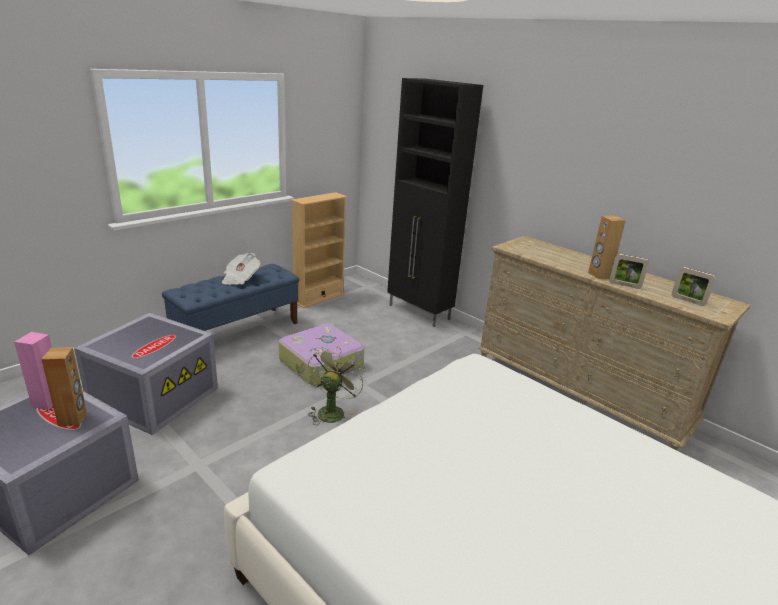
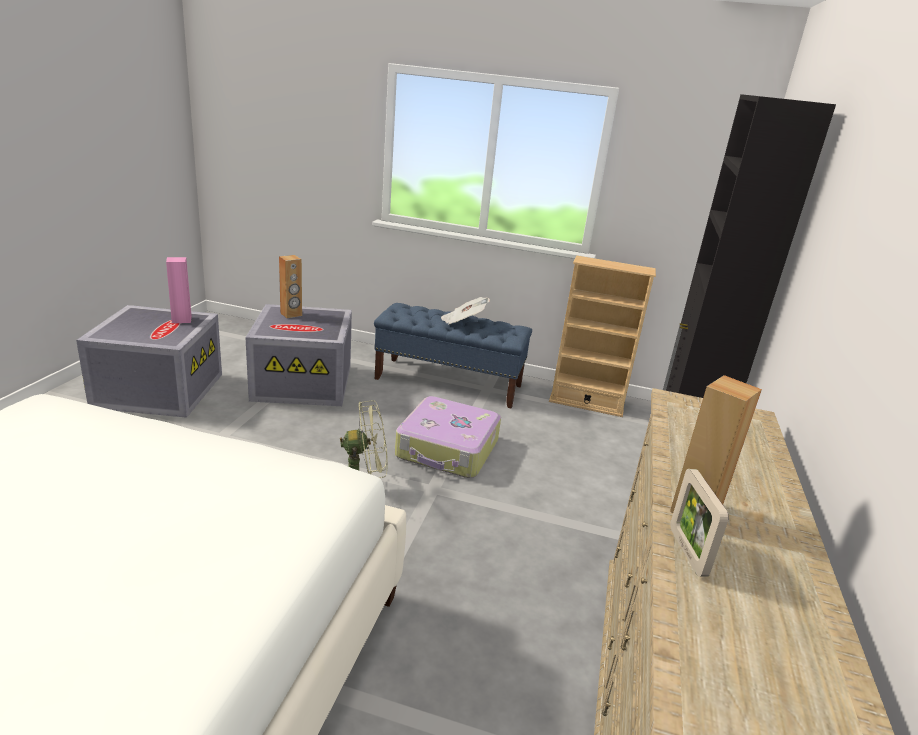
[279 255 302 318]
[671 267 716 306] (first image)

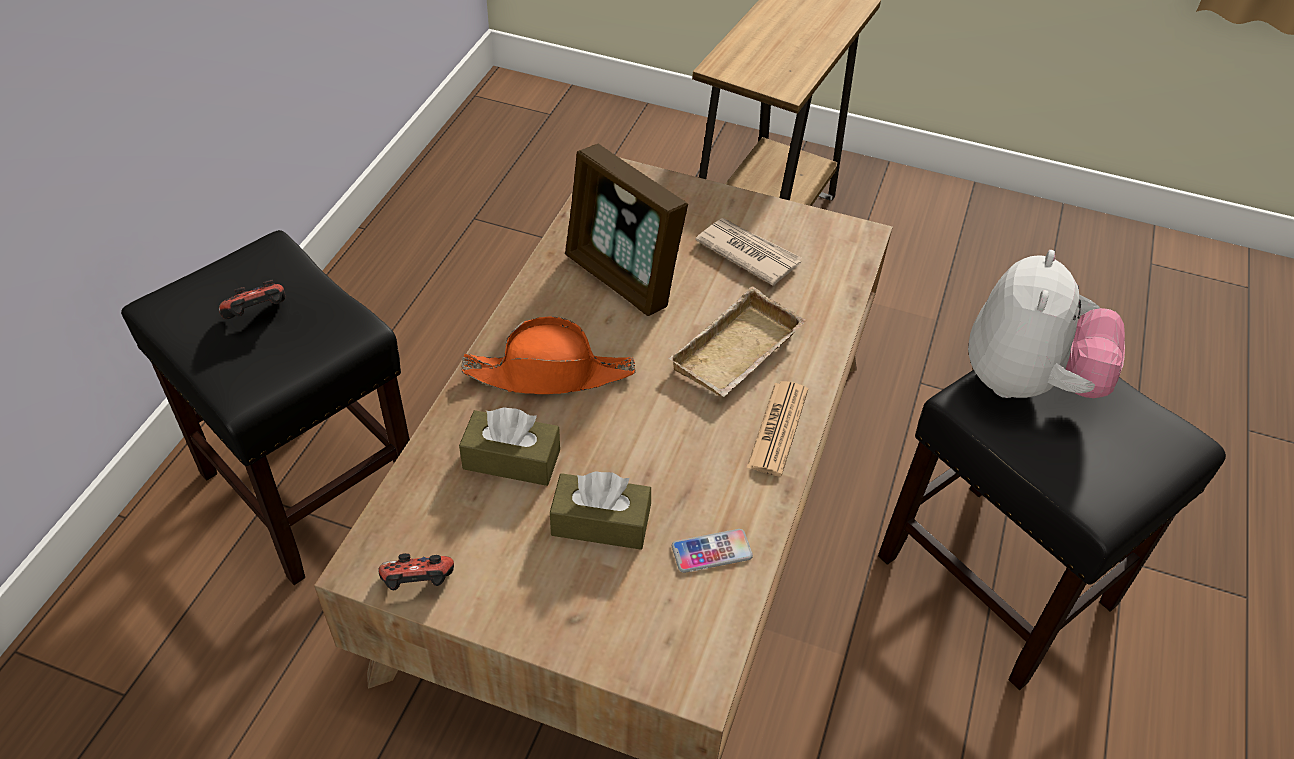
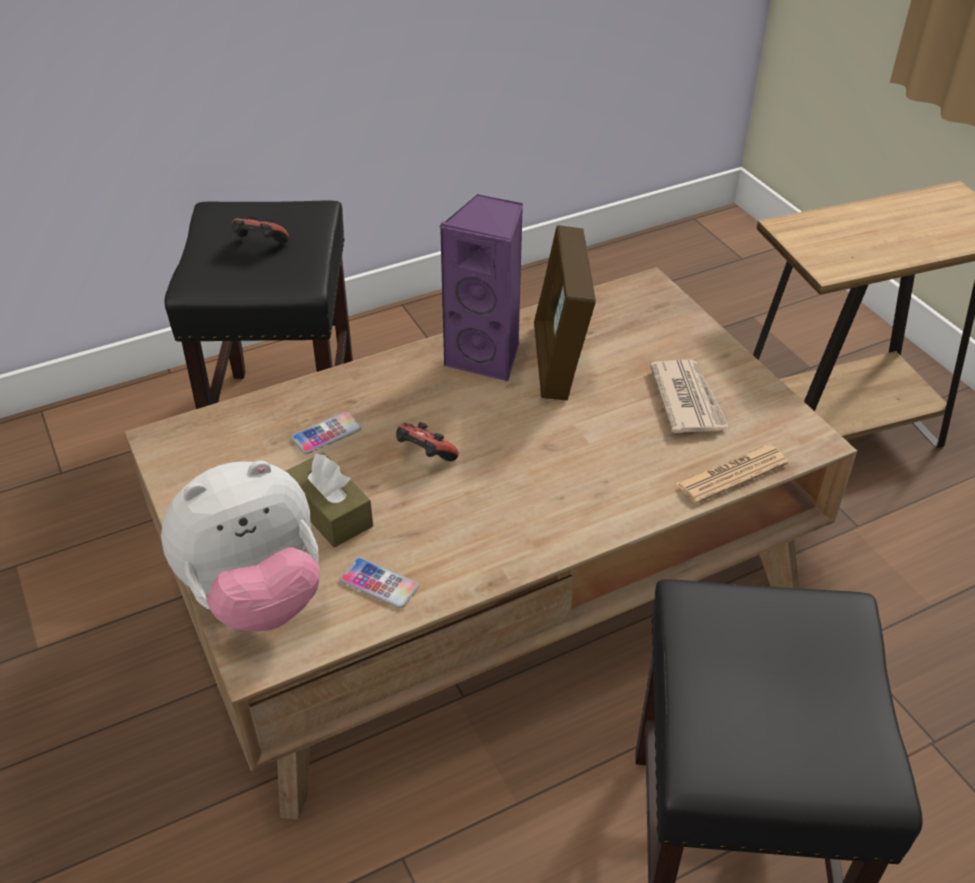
[396 422 459 461]
[291 412 361 454]
[461 316 635 394] (first image)
[668 286 807 397] (first image)
[675 445 788 504]
[161 460 320 631]
[439 193 523 381]

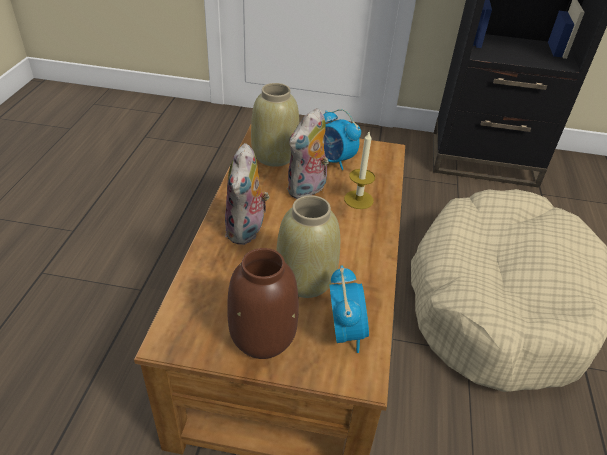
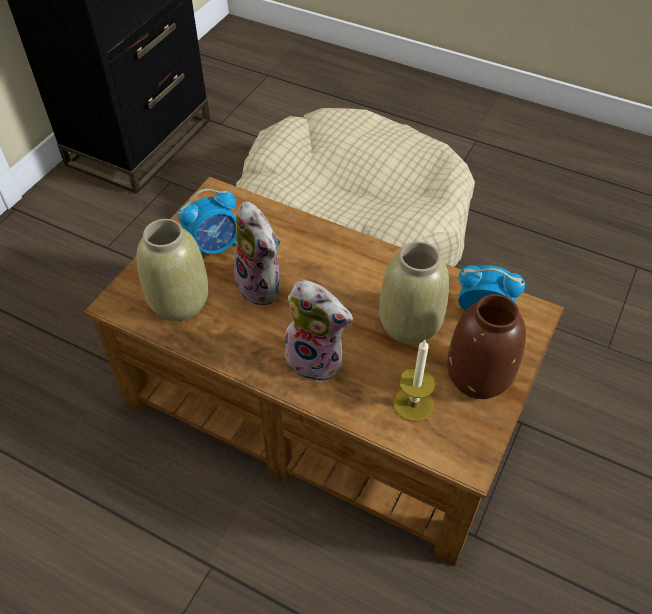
[393 340 436 422]

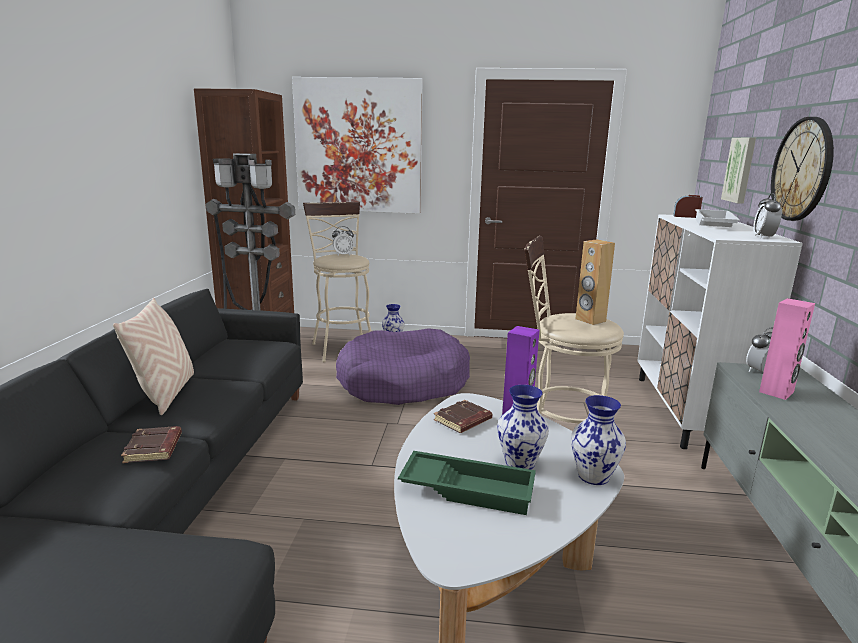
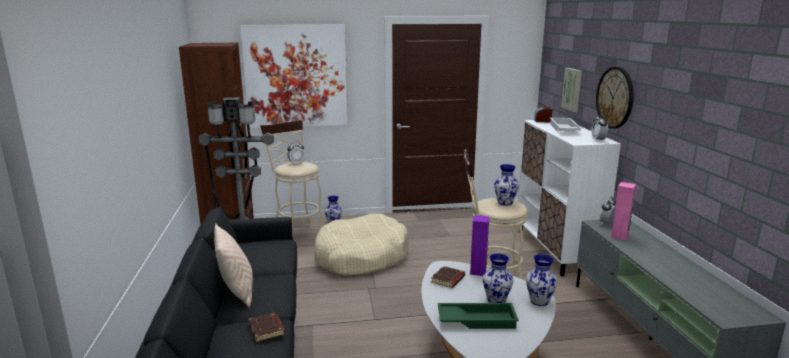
[314 214 409 276]
[494 164 519 205]

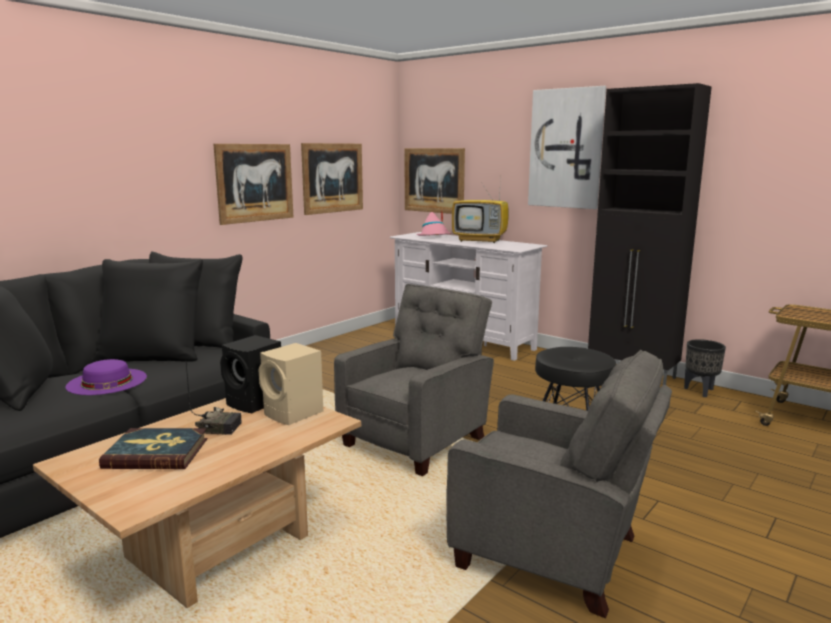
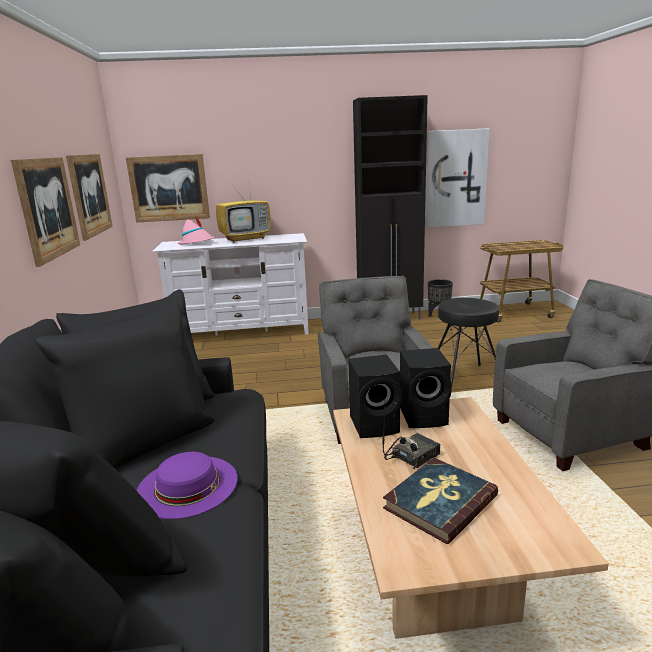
[400 348 451 428]
[426 128 490 228]

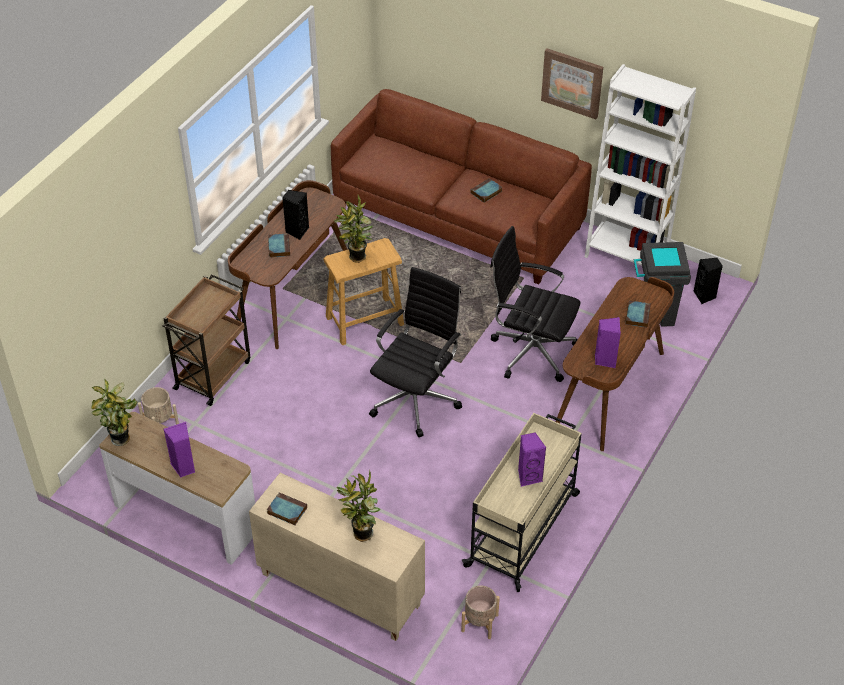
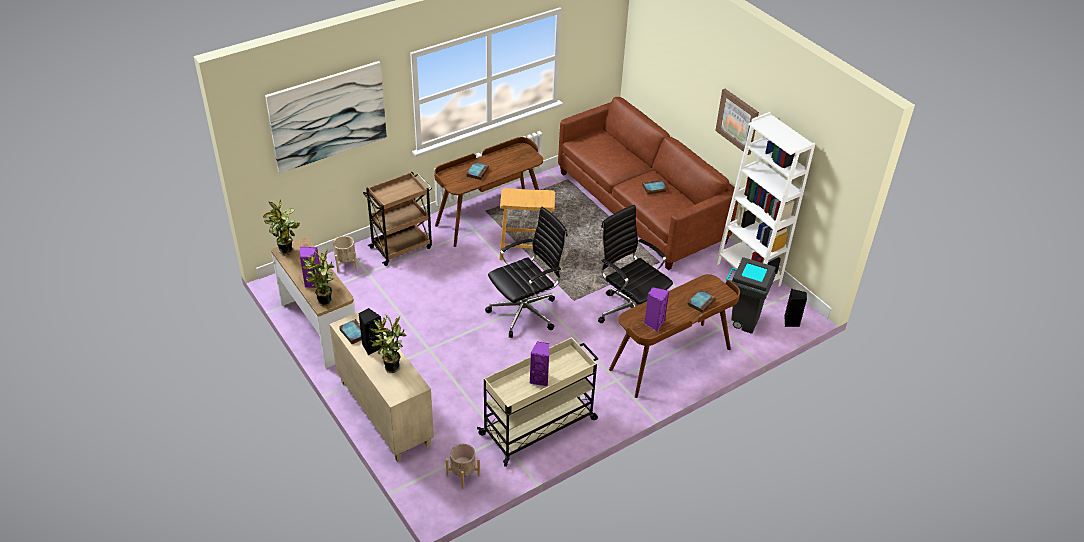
[358 308 383 355]
[302 250 335 306]
[265 61 387 173]

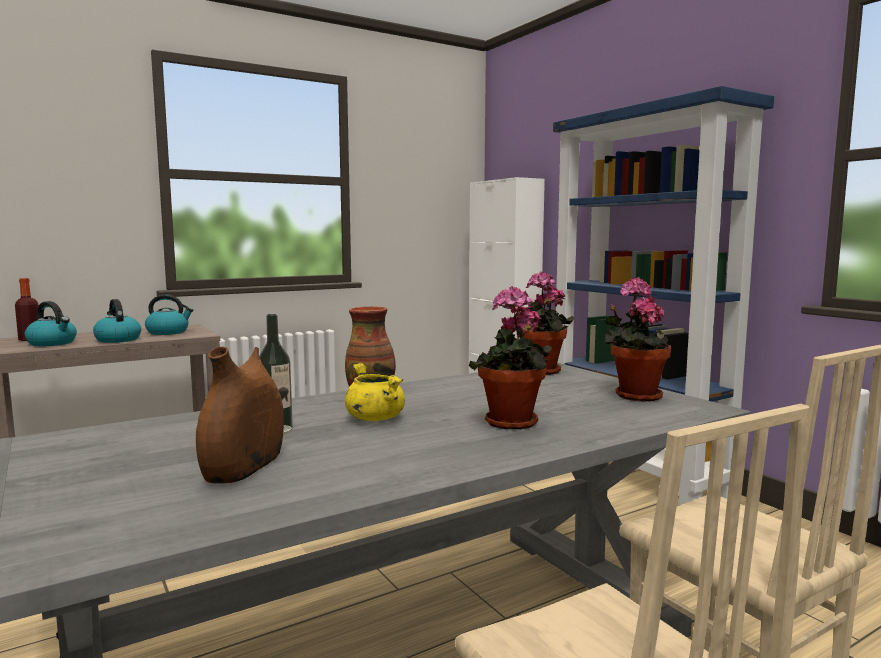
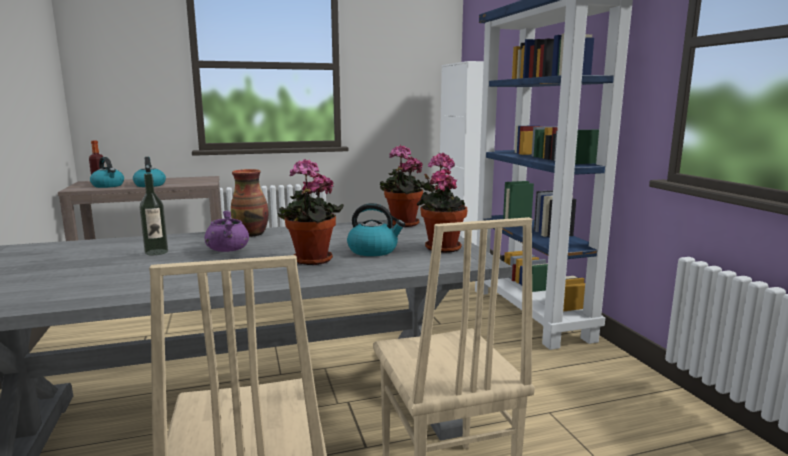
[347 203 405 256]
[196 347 284 484] (first image)
[204 210 249 252]

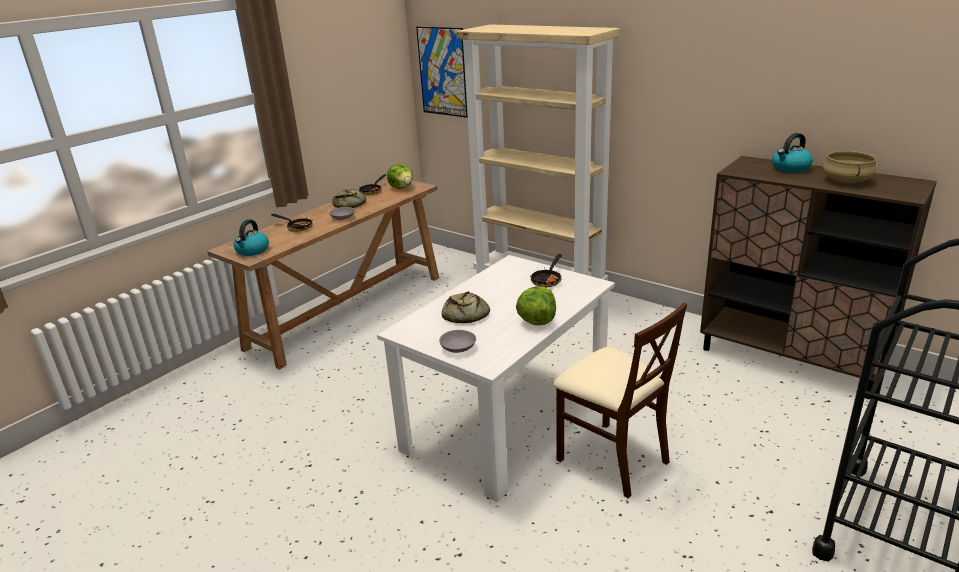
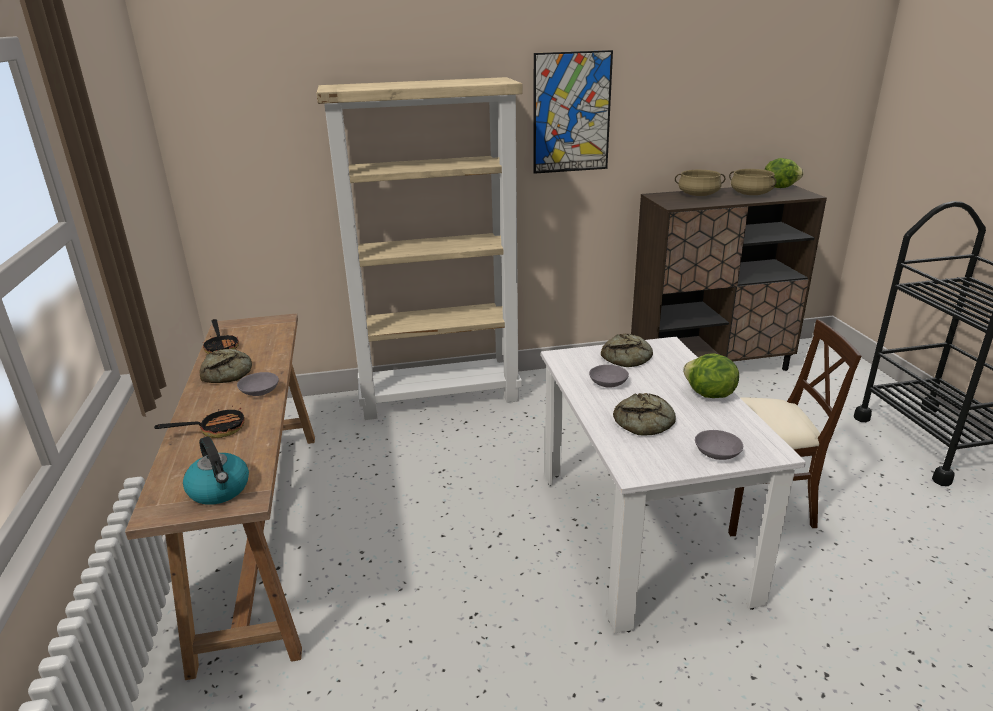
[765 158 804 188]
[534 50 613 174]
[601 333 653 367]
[675 170 725 196]
[589 365 629 388]

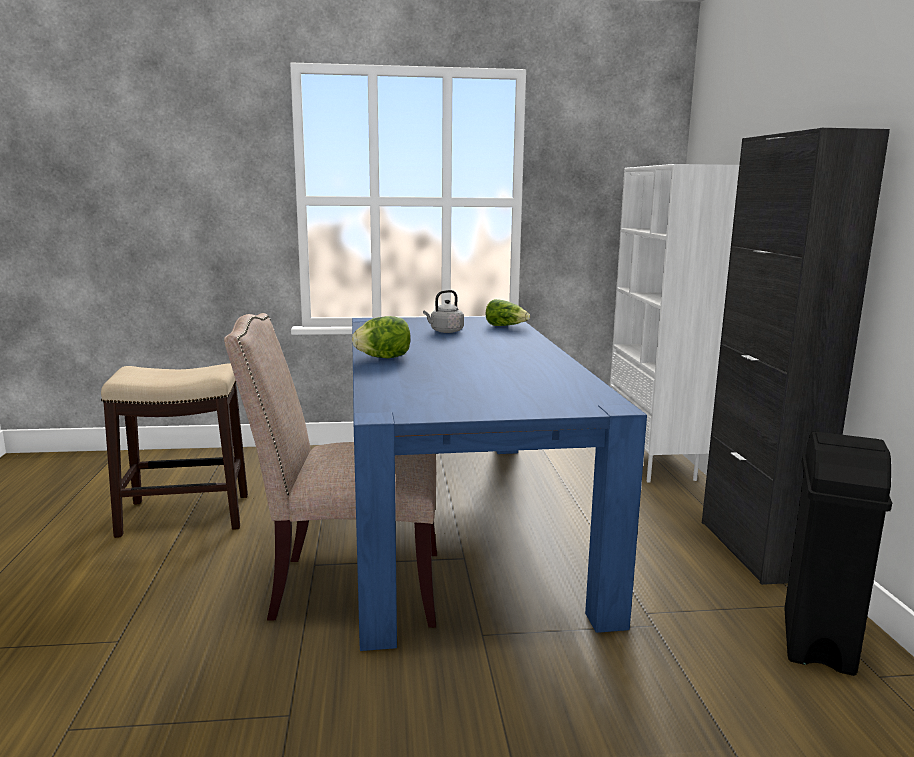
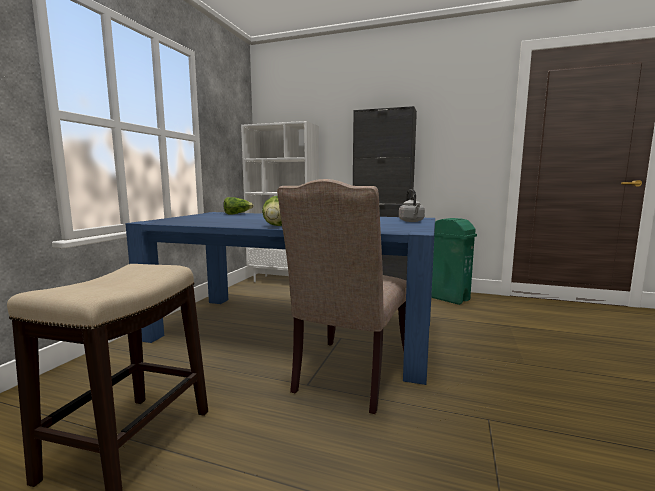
[399 190 425 222]
[431 218 477 305]

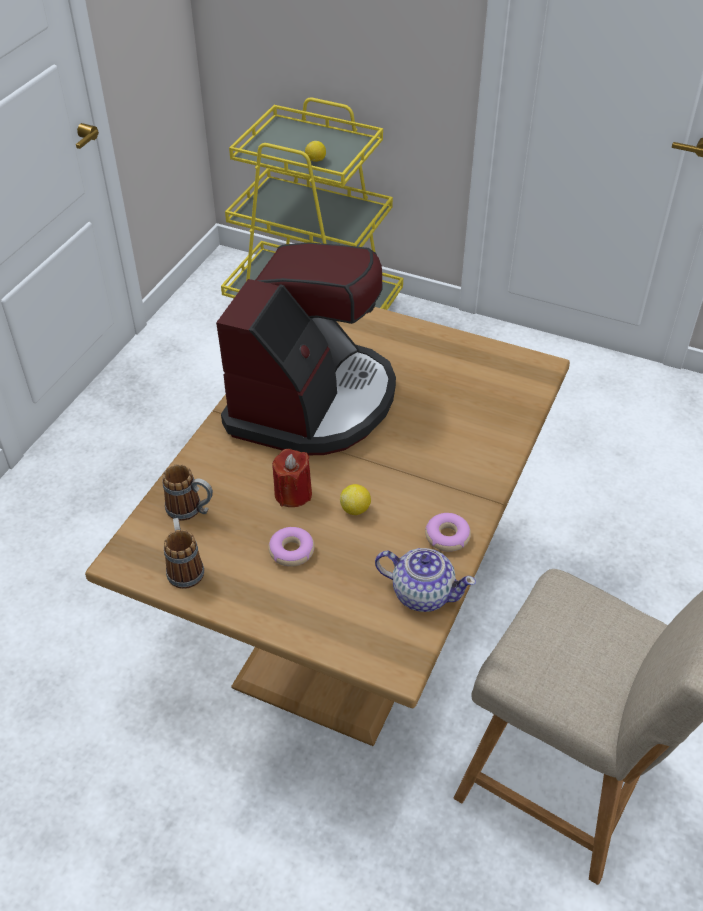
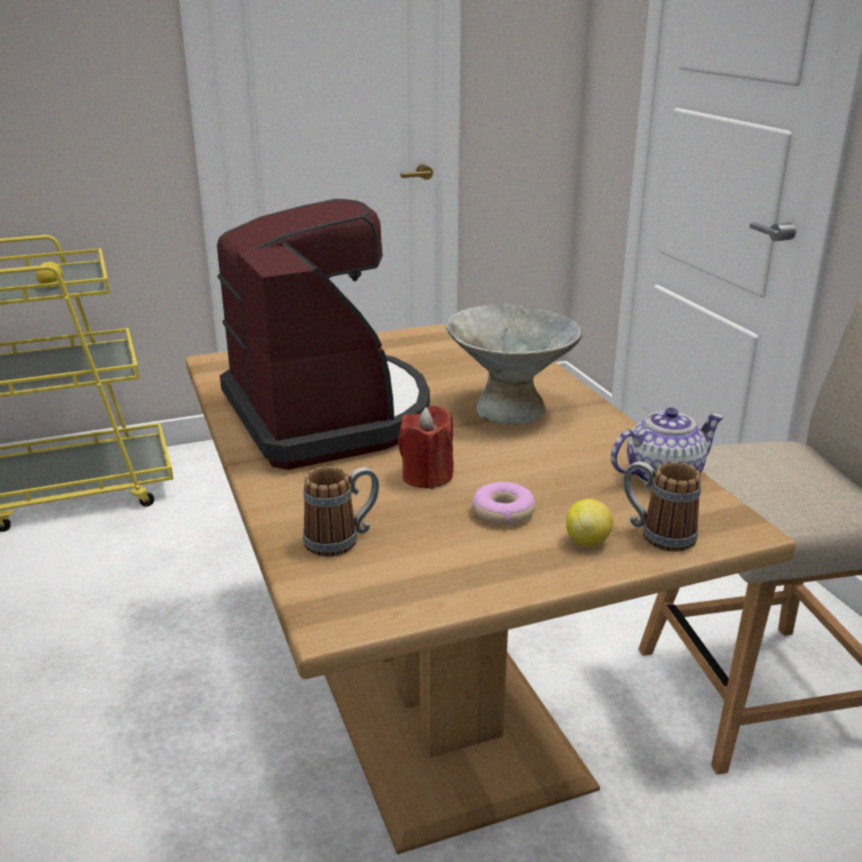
[623 461 701 552]
[566 499 613 546]
[425 513 471 552] (first image)
[445 304 582 425]

